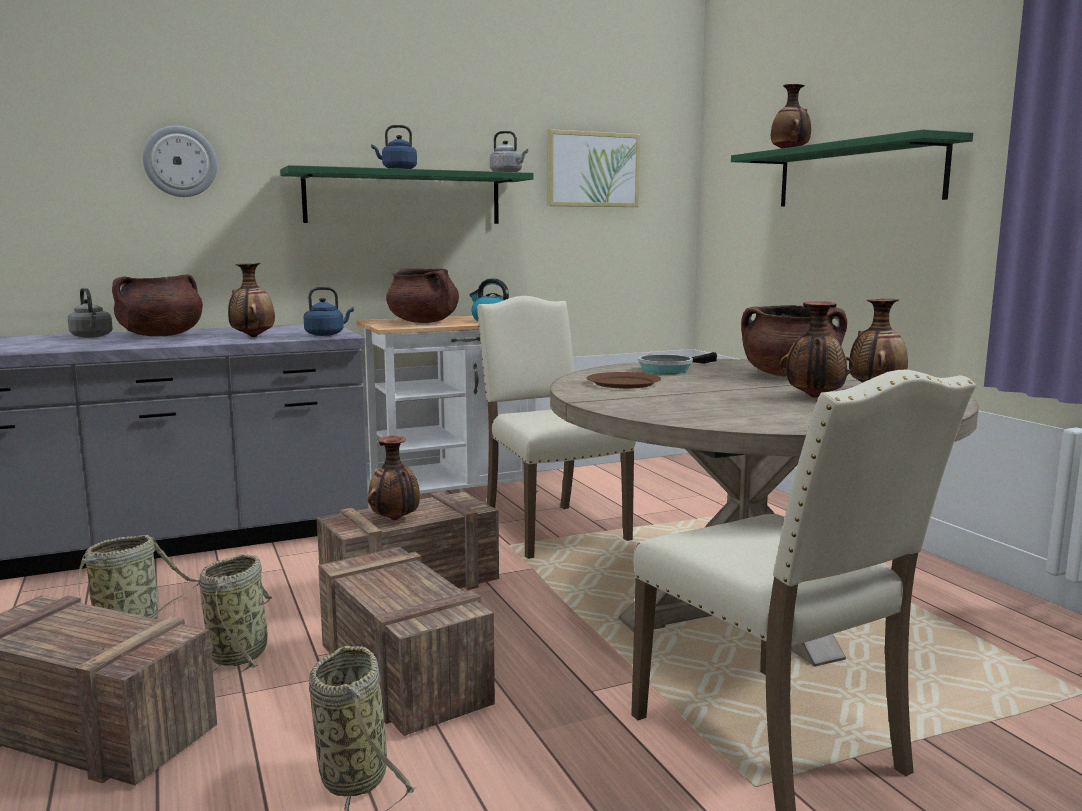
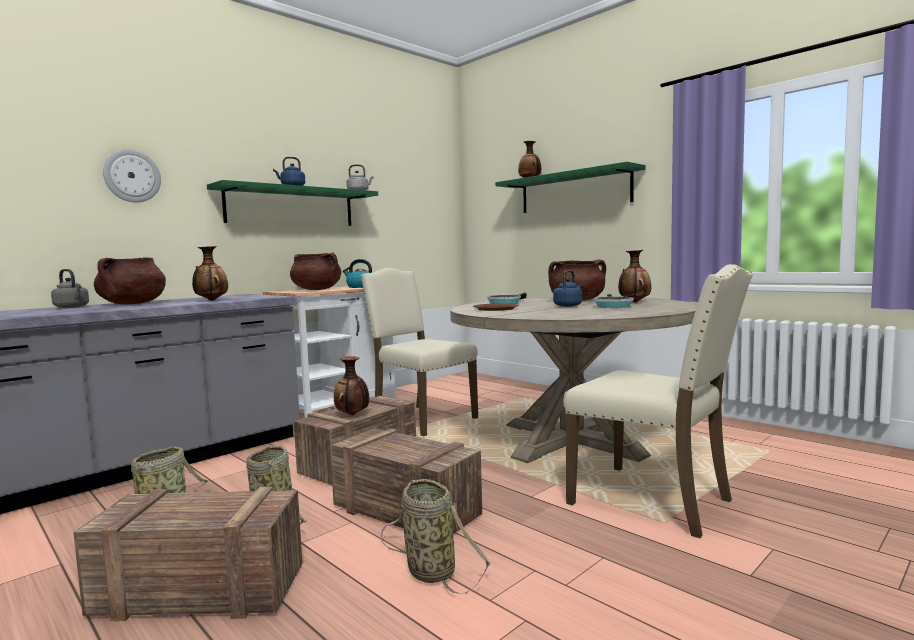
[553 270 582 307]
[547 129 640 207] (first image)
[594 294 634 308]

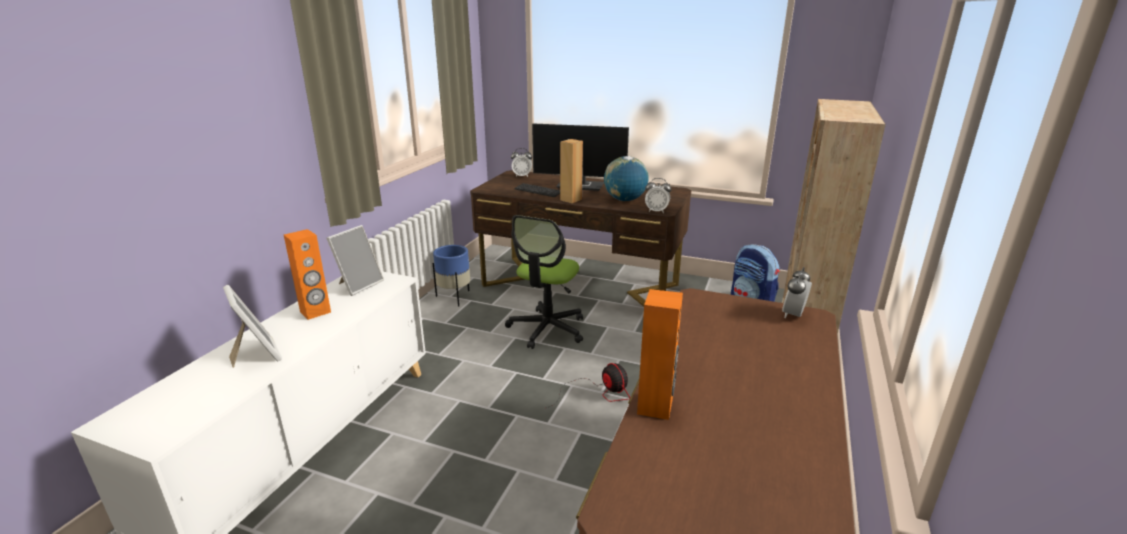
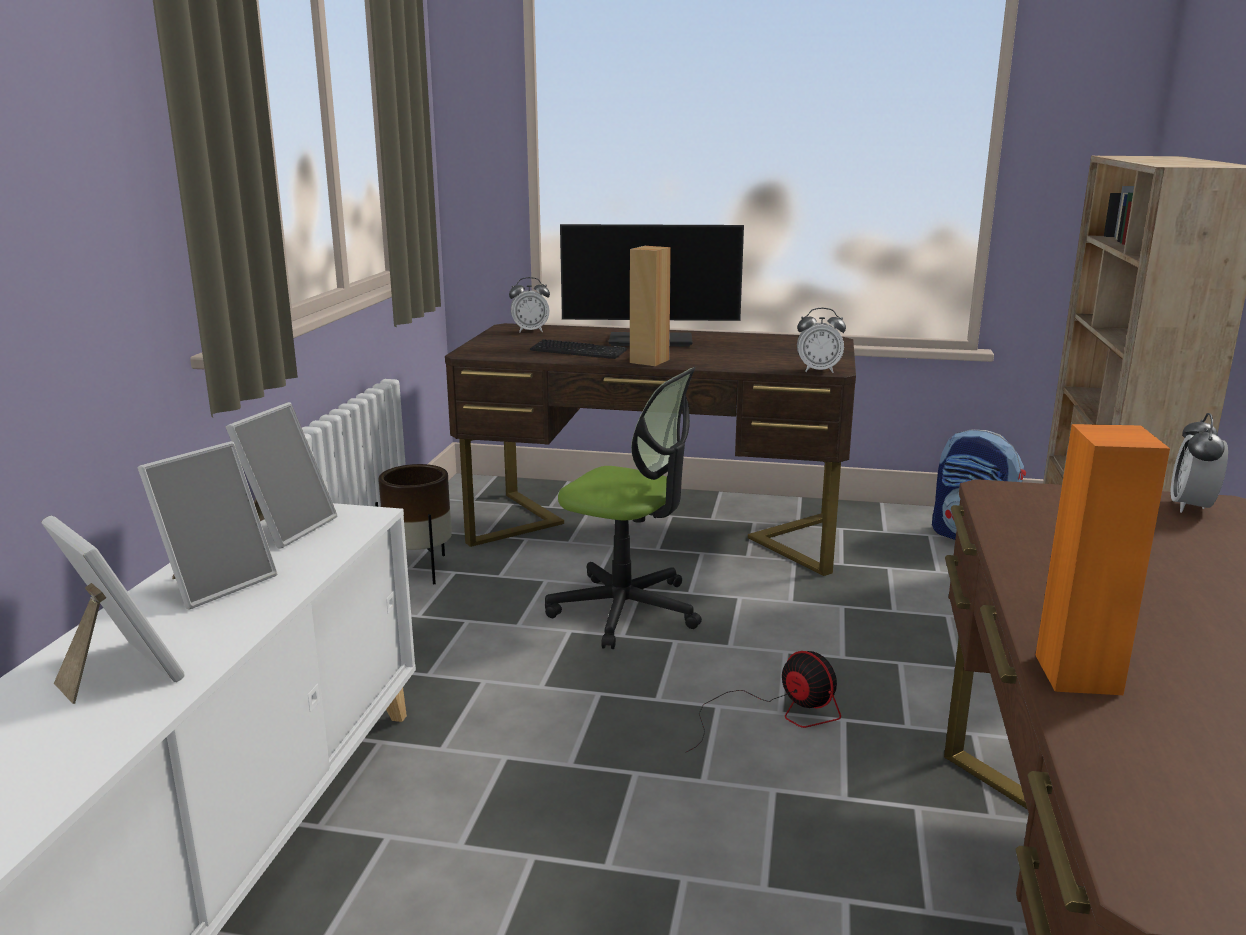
[138 441 277 610]
[375 464 452 584]
[545 367 702 649]
[604 156 649 201] (first image)

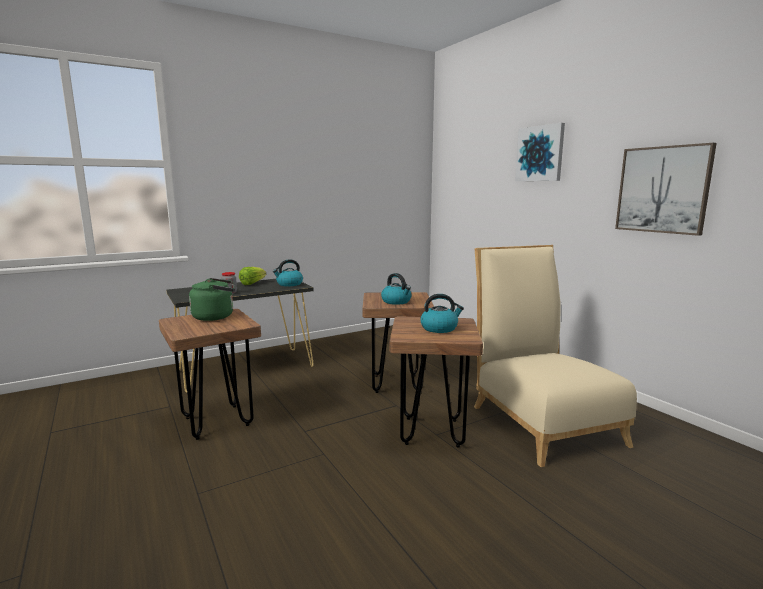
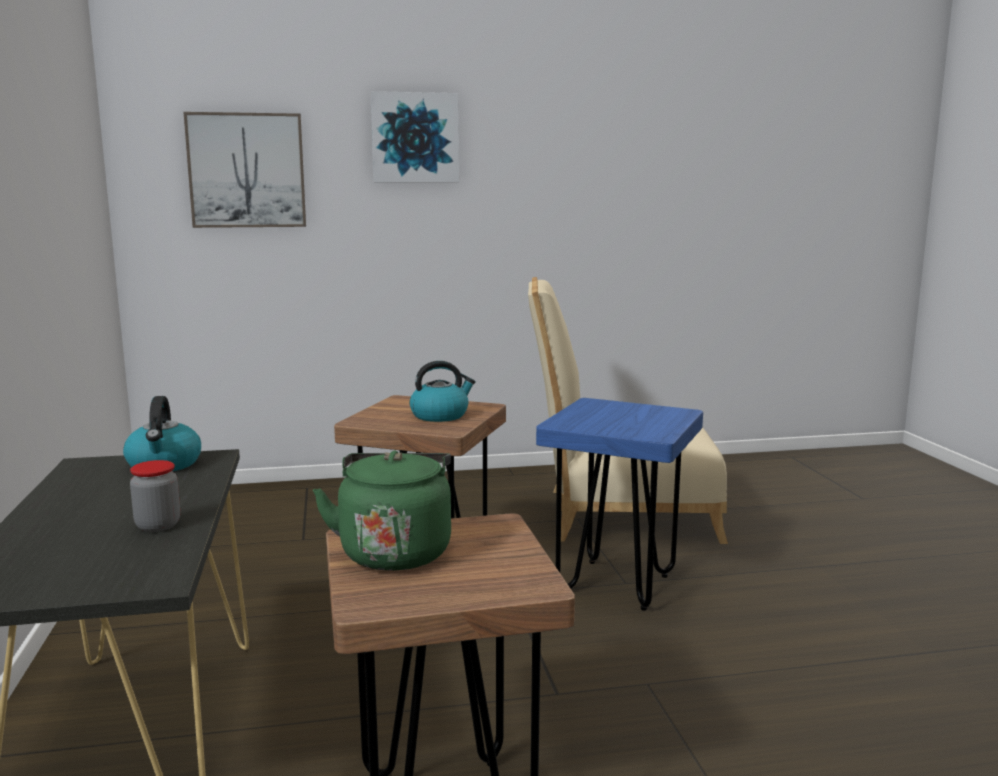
[239 267 266 285] (first image)
[536 398 703 611]
[421 294 464 333] (first image)
[184 112 306 228]

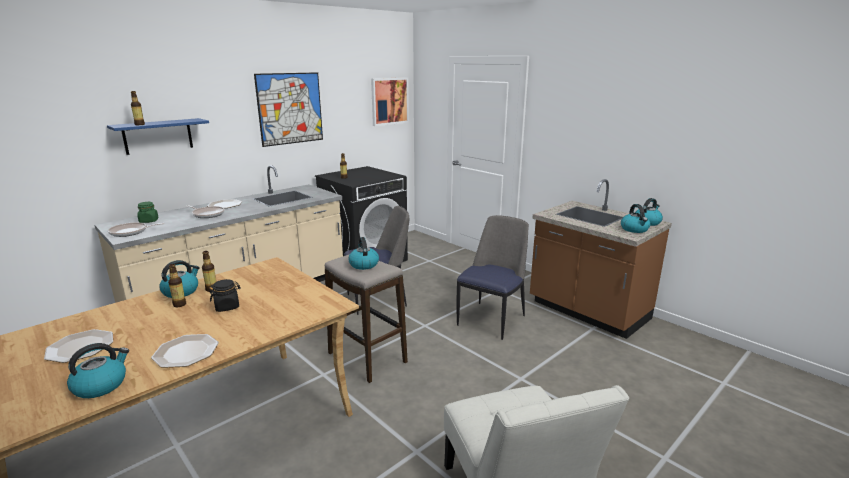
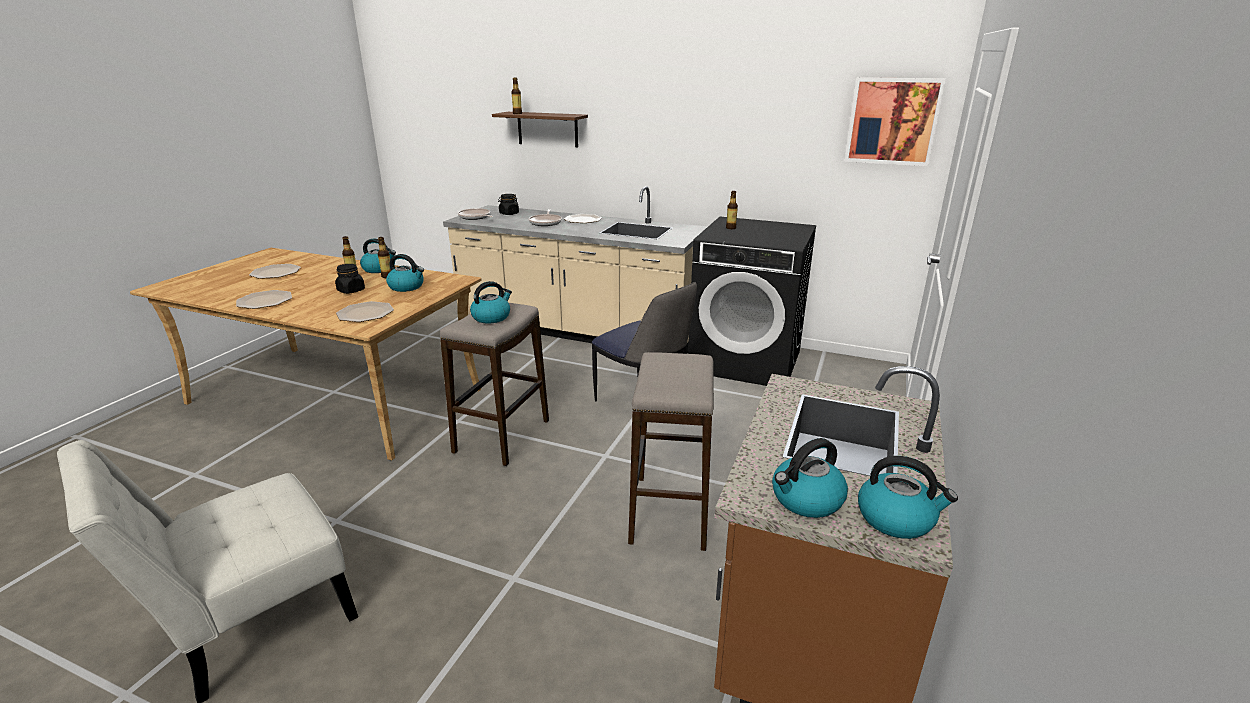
[386 254 424 292]
[492 112 588 148]
[498 194 519 215]
[254 72 323 147] (first image)
[628 352 714 551]
[336 301 394 322]

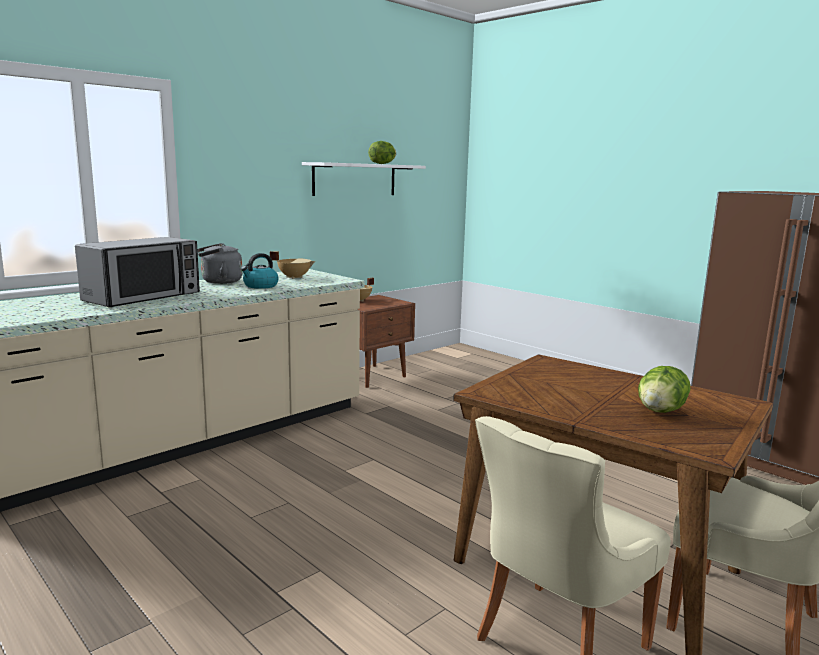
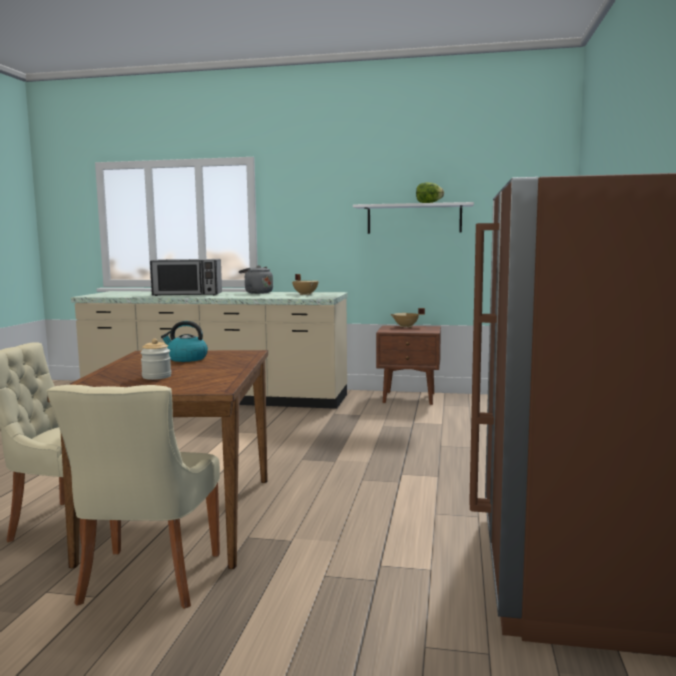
[161 321 208 362]
[140 339 171 380]

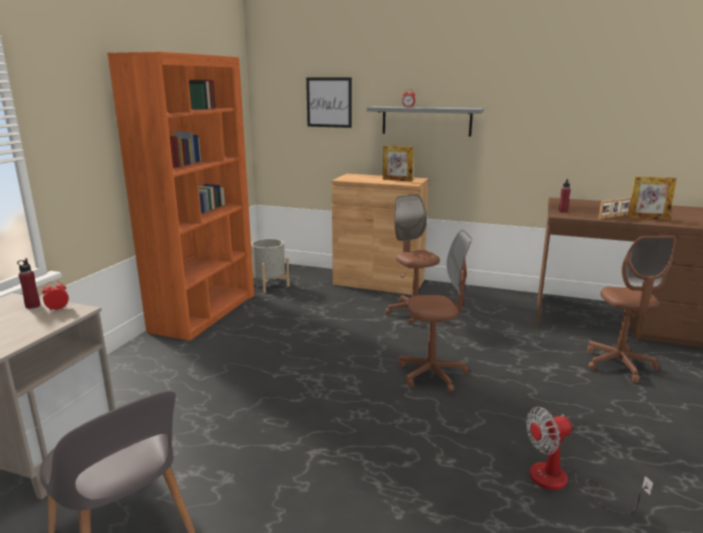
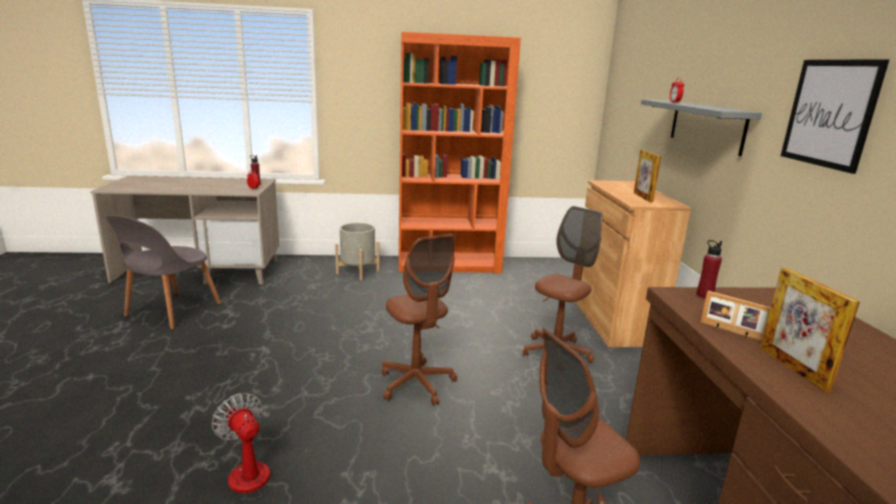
[335 223 379 280]
[781 59 889 174]

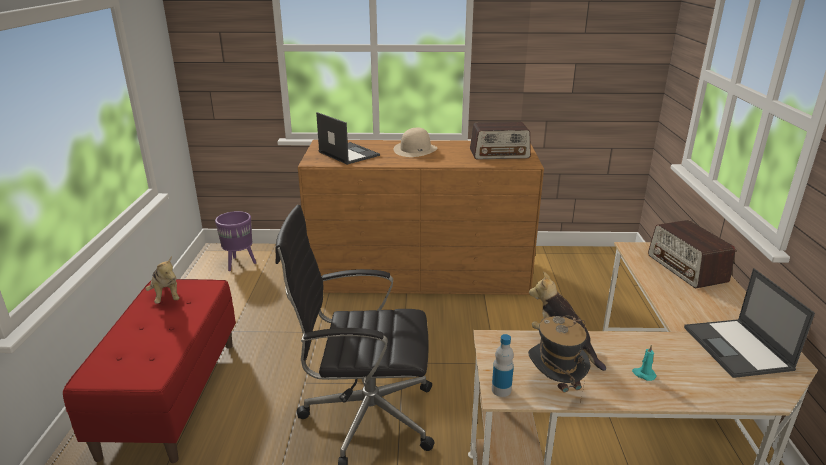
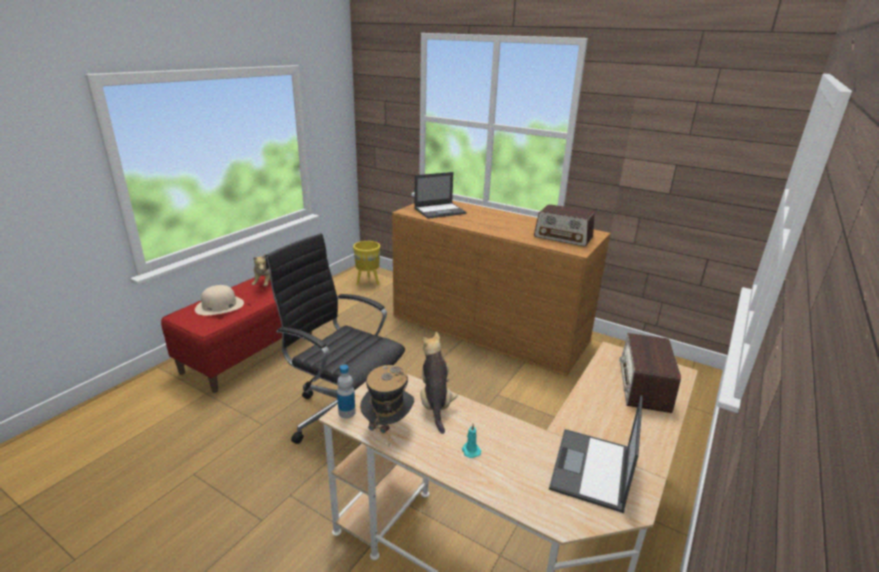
[353 241 380 285]
[414 172 467 219]
[195 285 244 315]

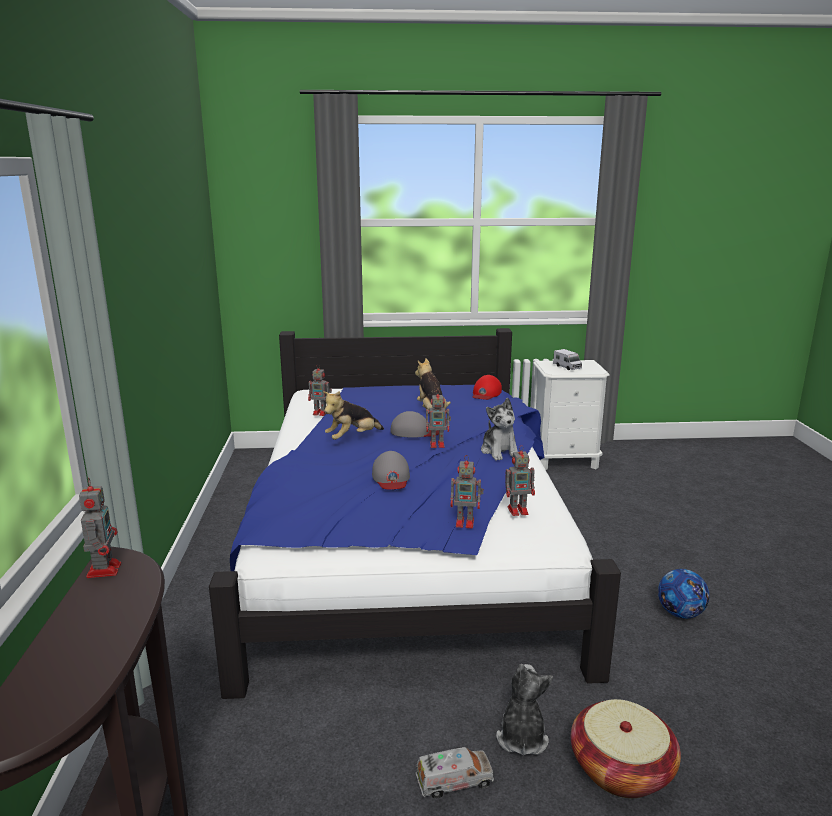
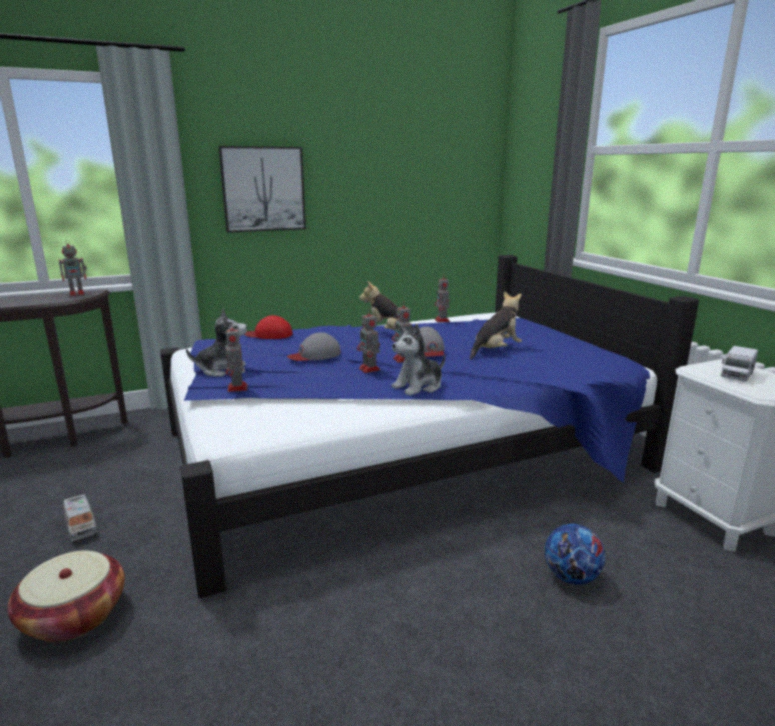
[245 315 293 339]
[186 308 247 377]
[357 308 380 373]
[545 524 605 584]
[218 146 306 233]

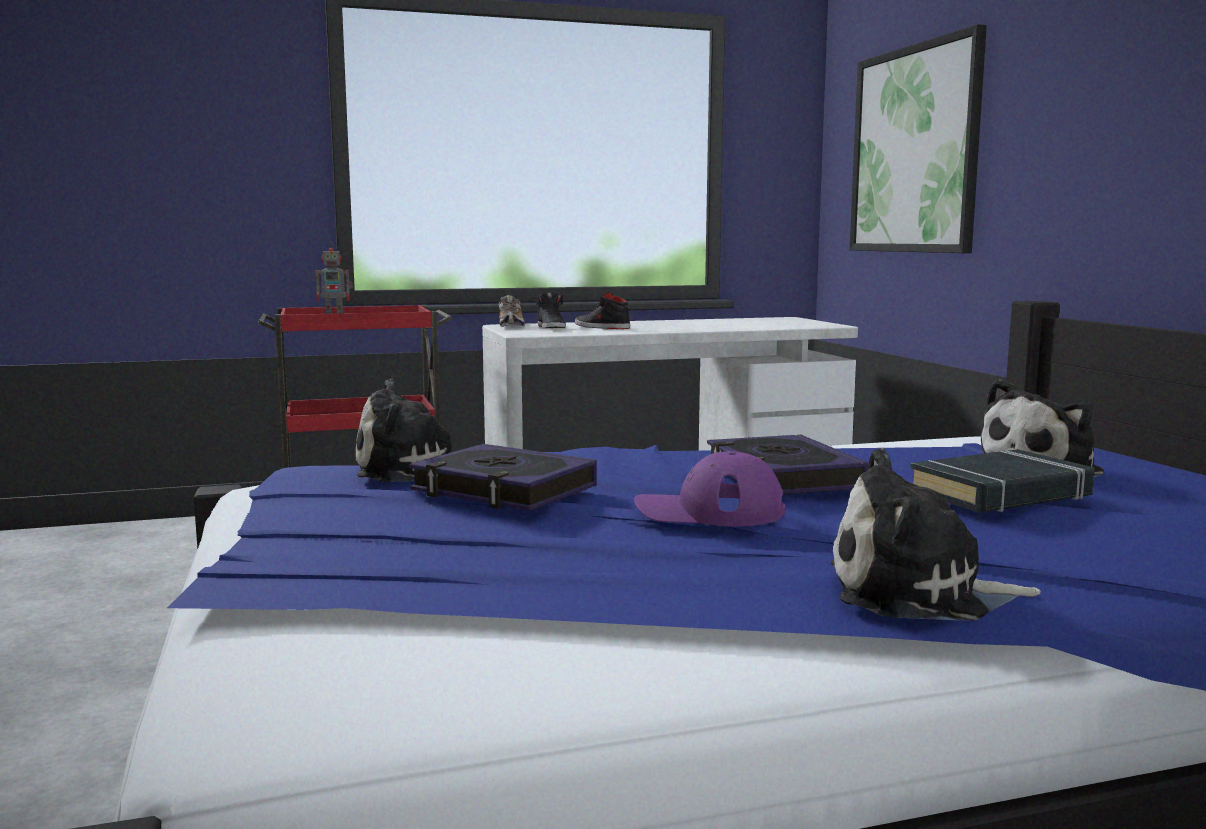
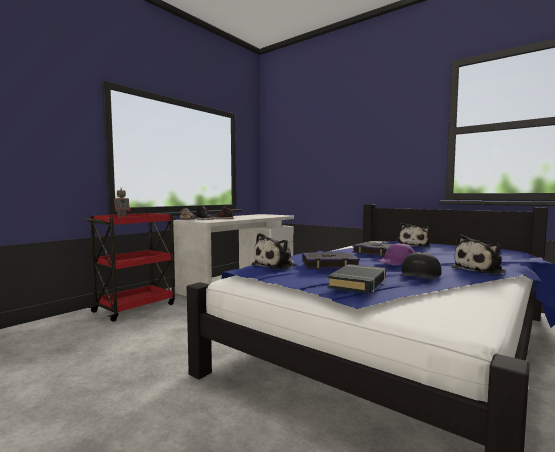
[850 24 987 253] (first image)
[327 264 386 294]
[400 252 442 280]

